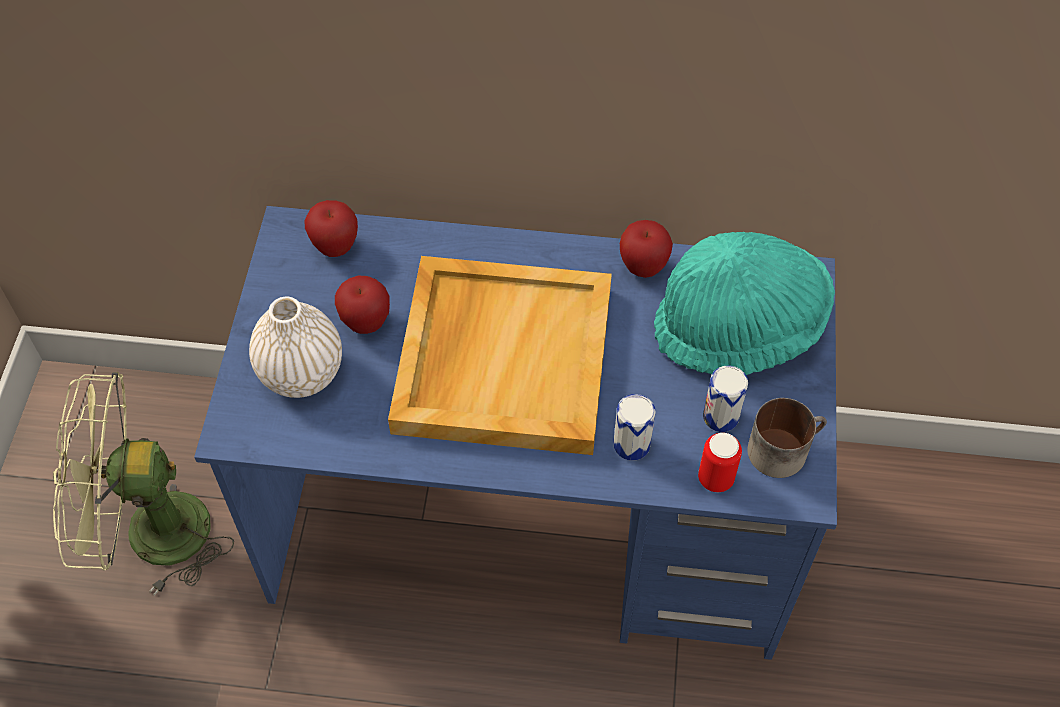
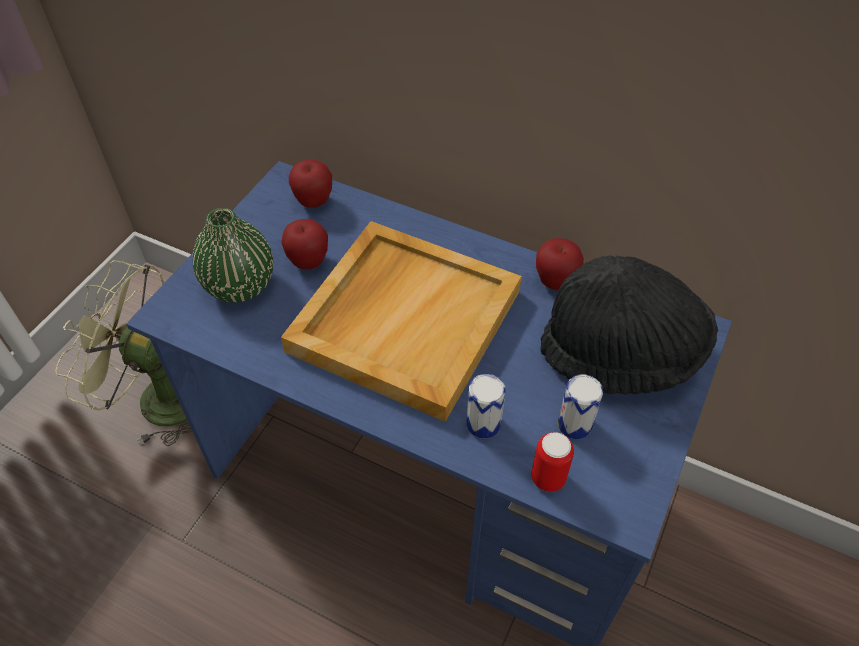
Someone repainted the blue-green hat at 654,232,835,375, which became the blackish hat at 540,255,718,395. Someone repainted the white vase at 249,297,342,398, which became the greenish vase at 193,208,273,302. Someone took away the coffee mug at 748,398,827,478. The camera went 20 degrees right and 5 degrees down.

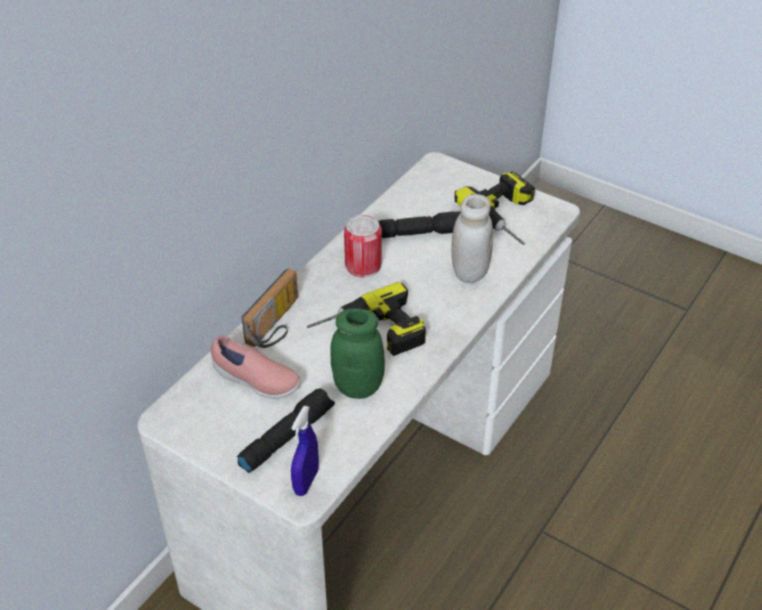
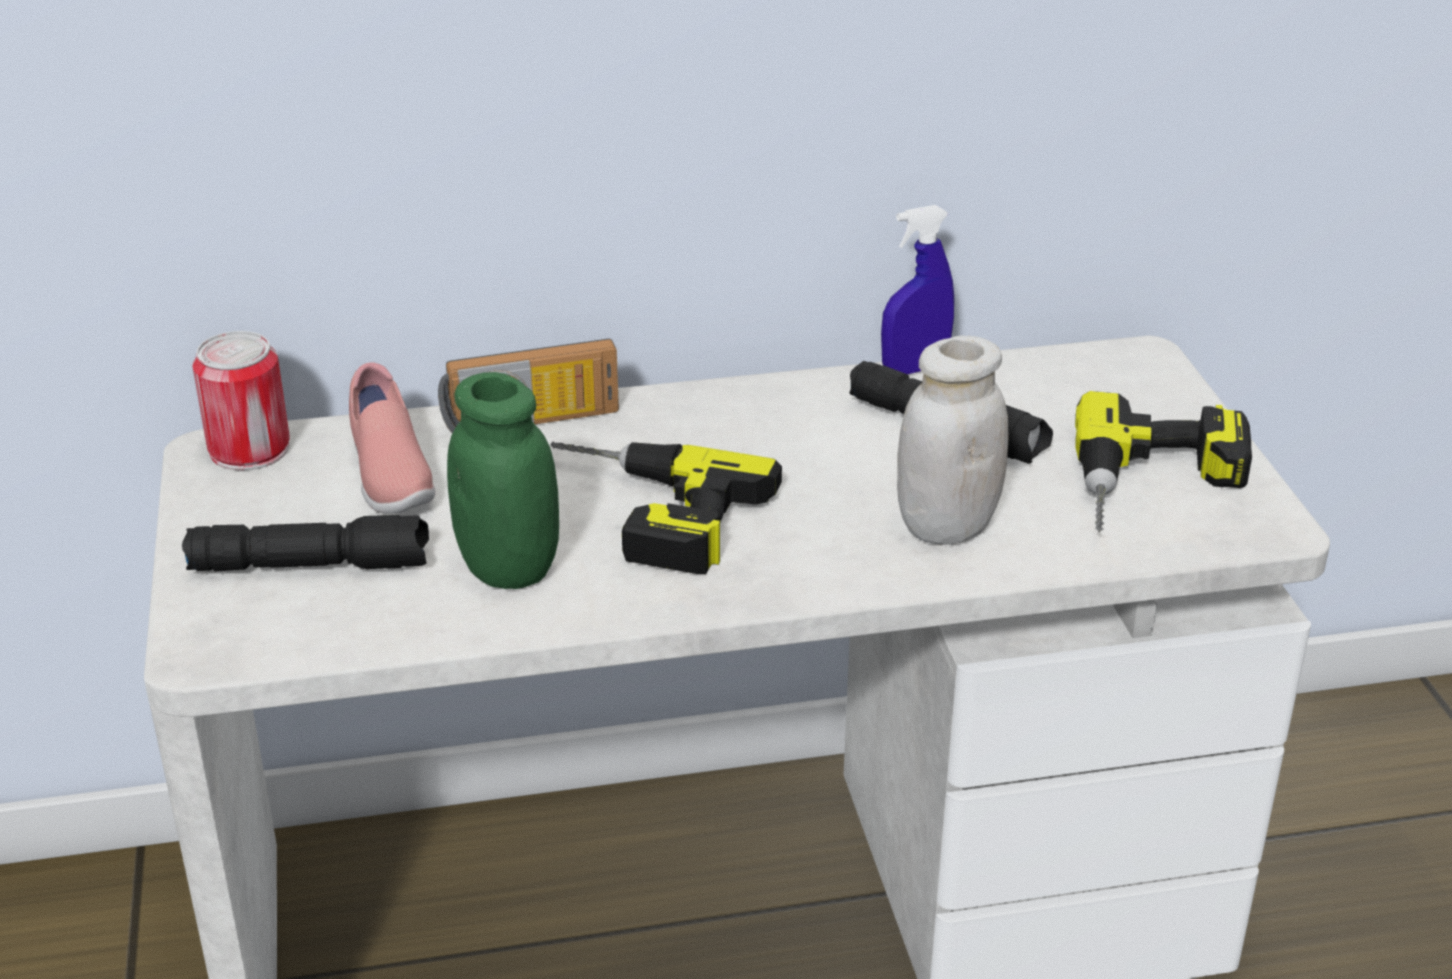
Someone carried the metal can from 344,215,382,277 to 192,331,290,471. Someone carried the blue sprayer from 291,406,319,496 to 881,205,954,375. The camera went 45 degrees right and 10 degrees down.

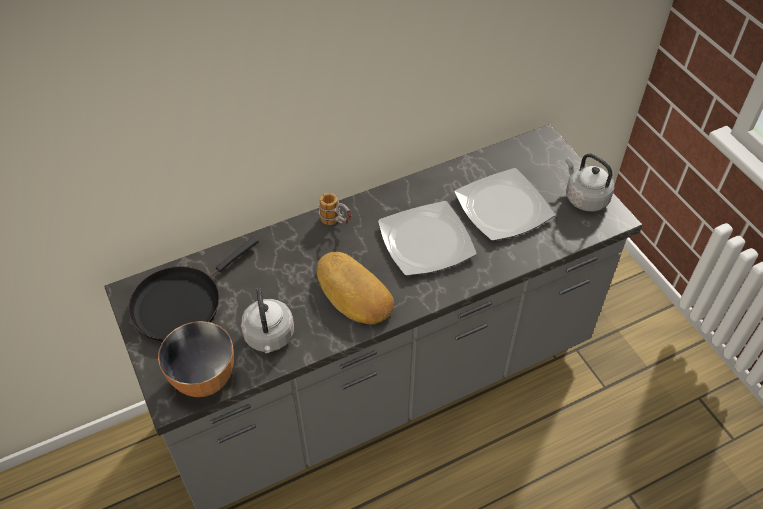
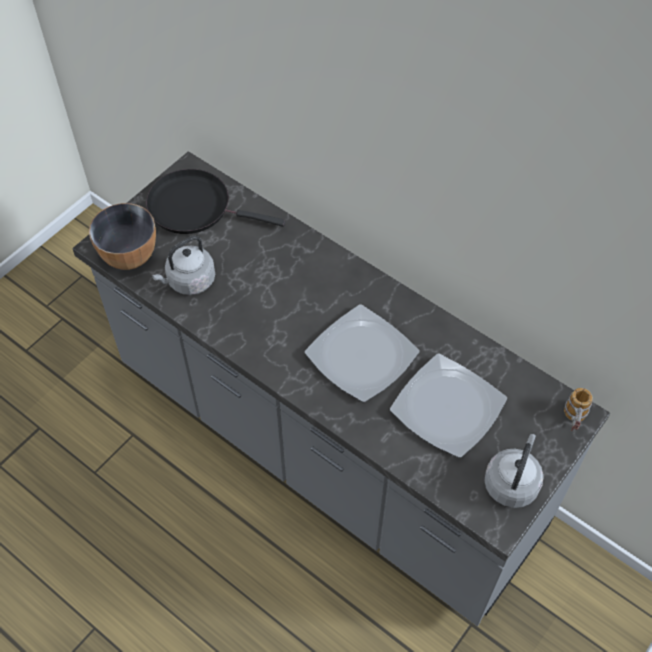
Someone carried the coffee mug from 319,193,351,225 to 564,388,593,431. Someone took away the bread at 316,252,394,324. The camera went 65 degrees right and 5 degrees up.

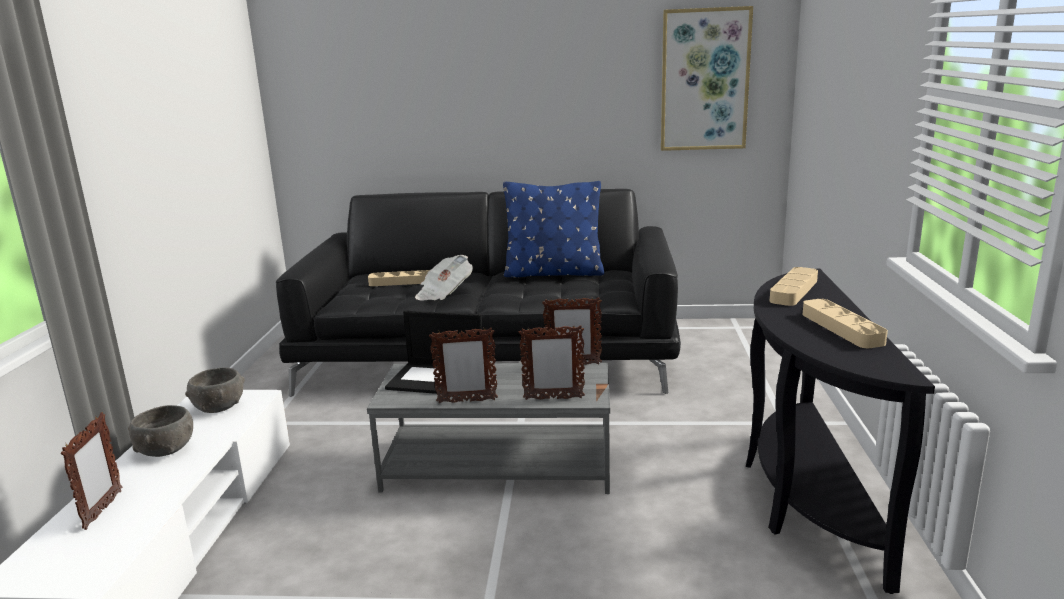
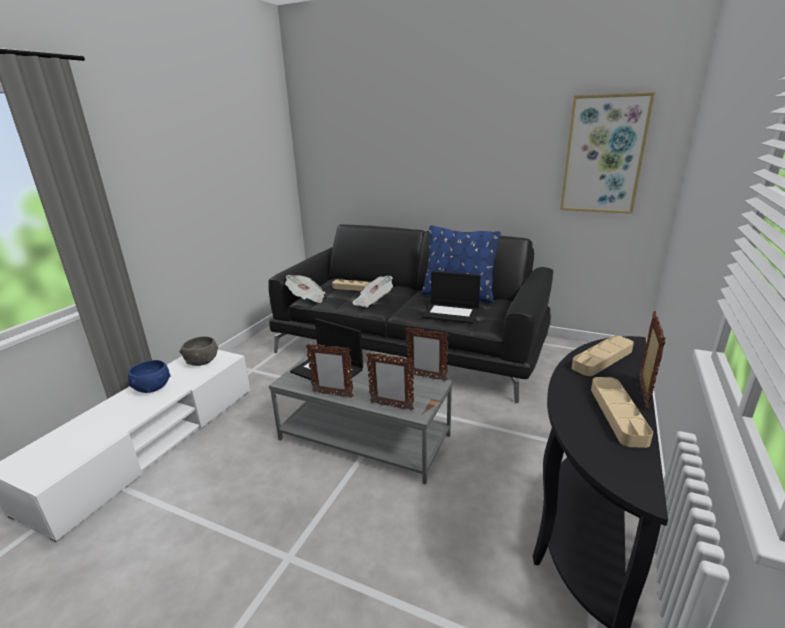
Someone repainted the gray serving bowl at 128,405,193,457, which became the blue serving bowl at 128,360,171,393. Someone carried the picture frame from 61,412,122,530 to 639,311,665,410. Someone put down the notebook computer at 422,271,481,324. Someone put down the newspaper at 285,275,326,303. The camera went 20 degrees right and 5 degrees up.

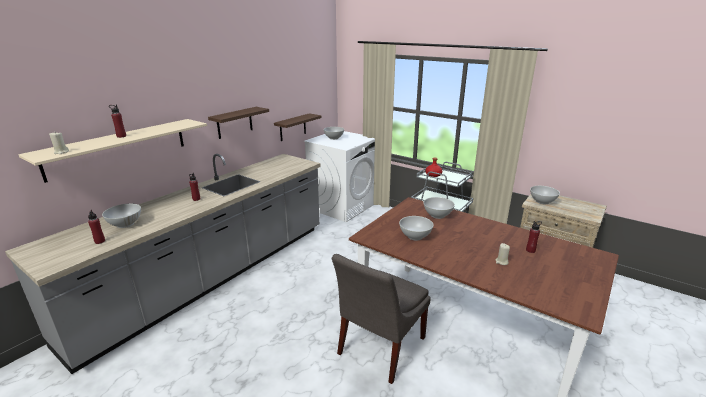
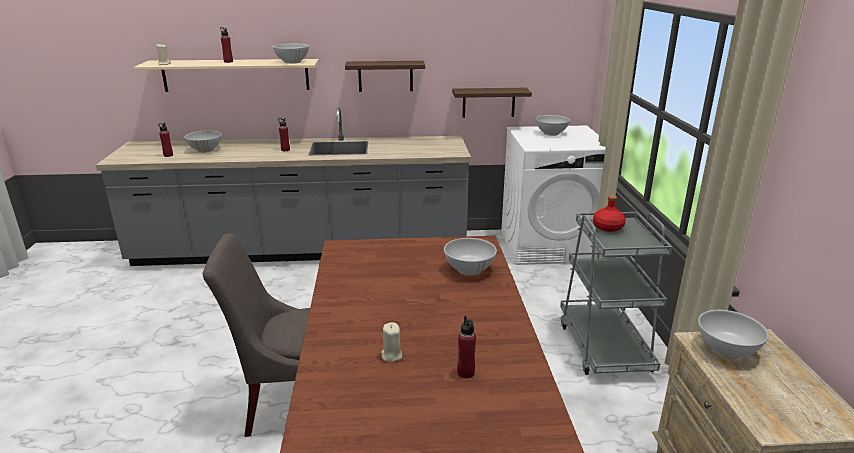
Someone carried the white serving bowl from 399,216,434,240 to 273,44,309,64. The camera went 50 degrees right and 0 degrees up.

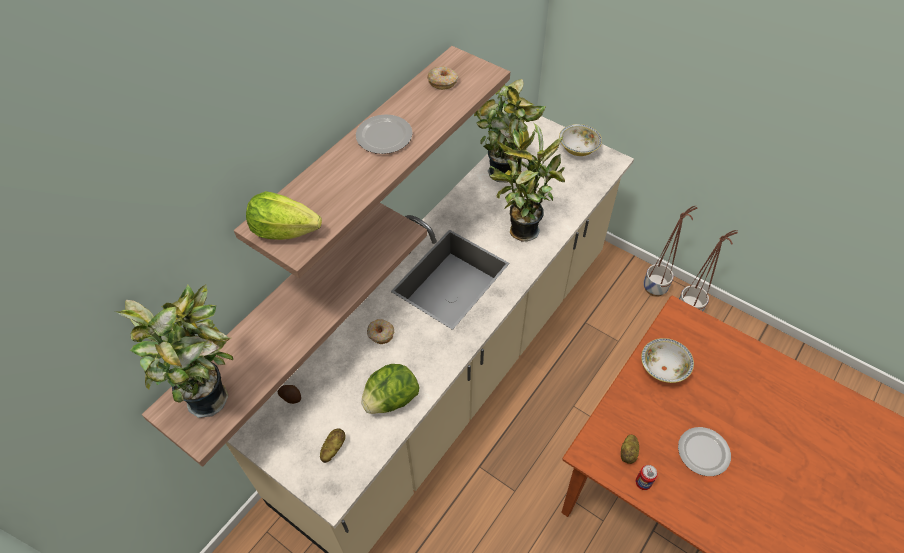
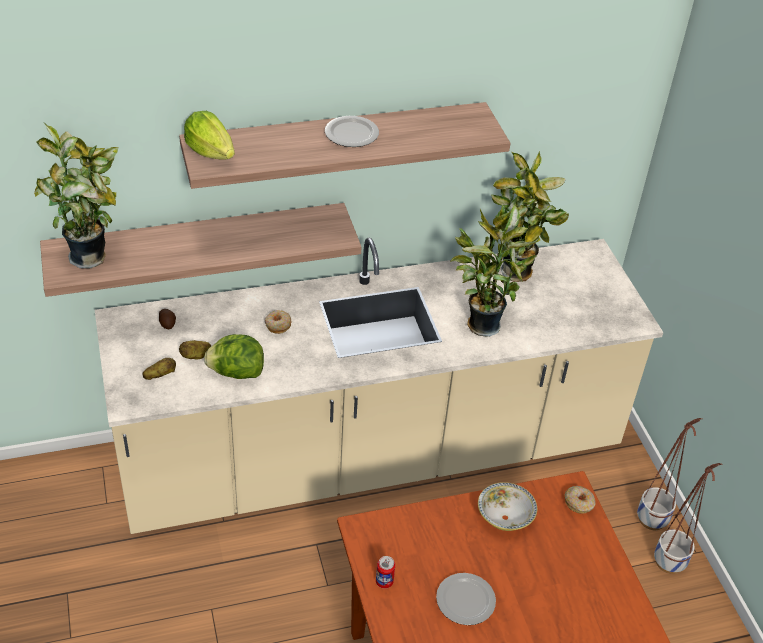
Someone carried the doughnut from 427,66,458,90 to 564,486,596,513. Someone took away the serving bowl at 559,124,602,156. Someone carried the potato from 621,435,639,464 to 179,340,211,360. The camera went 35 degrees right and 10 degrees down.

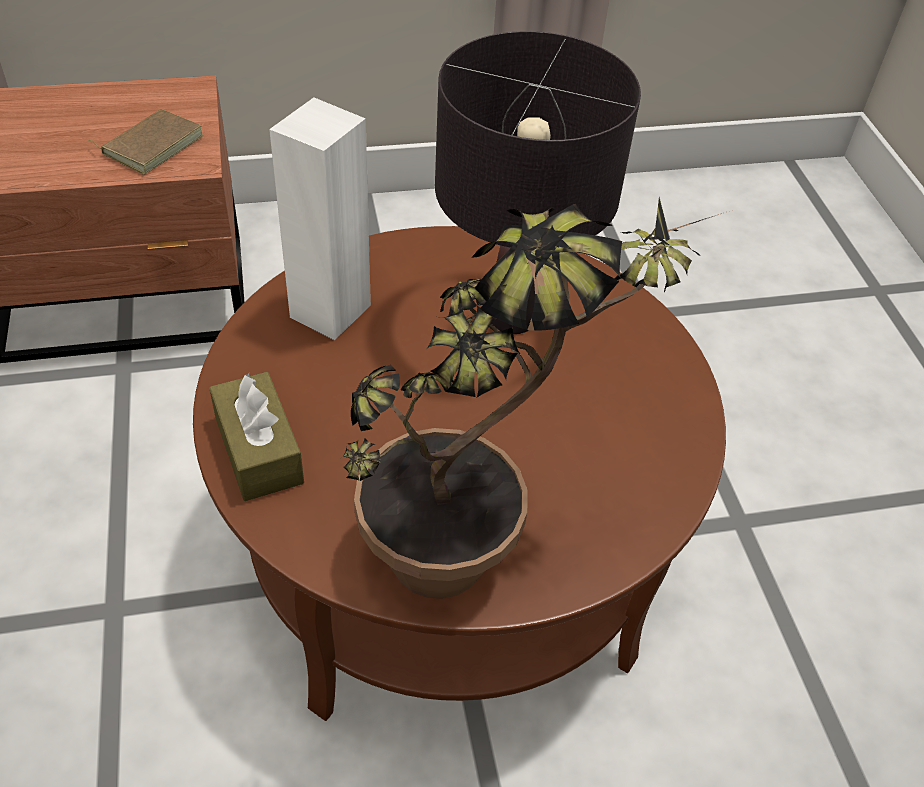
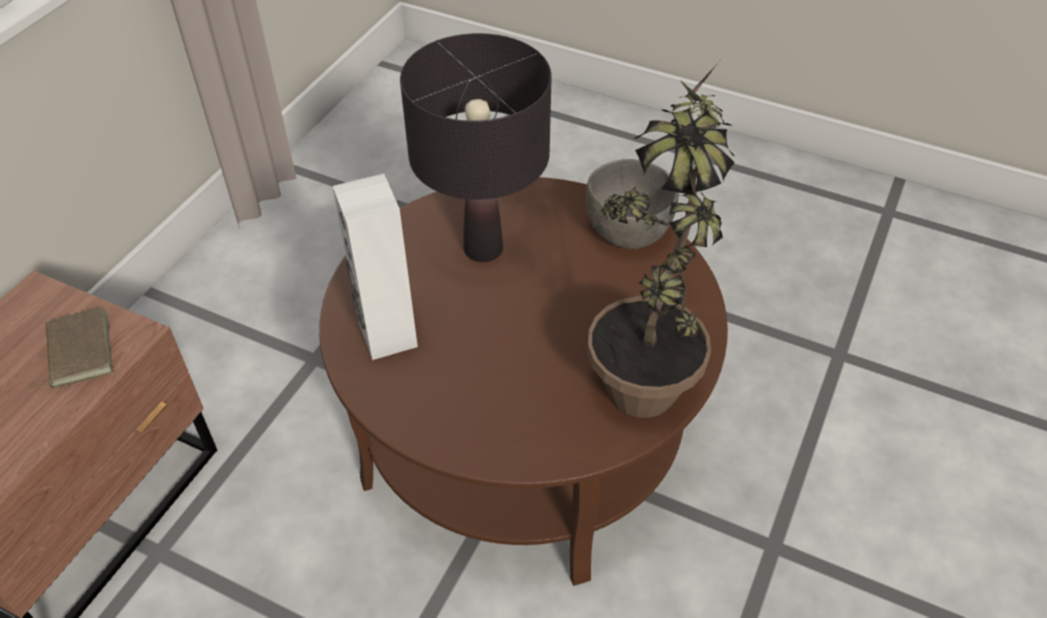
Someone took away the brown tissue box at 209,372,304,501. Someone put down the gray serving bowl at 586,159,678,249. The camera went 50 degrees left and 0 degrees up.

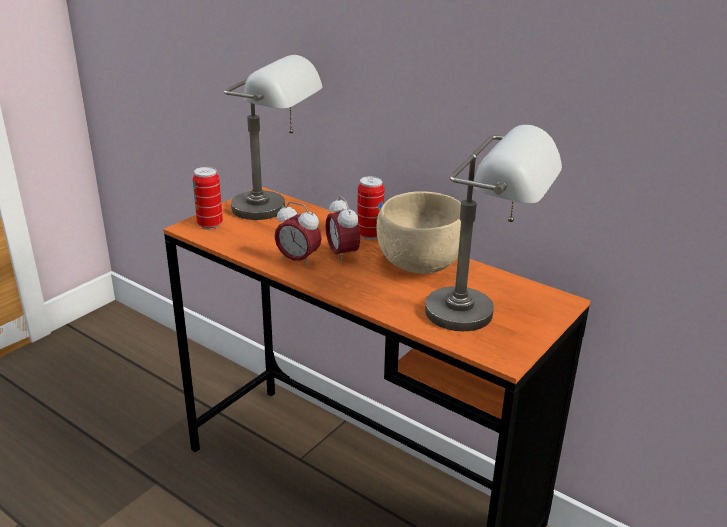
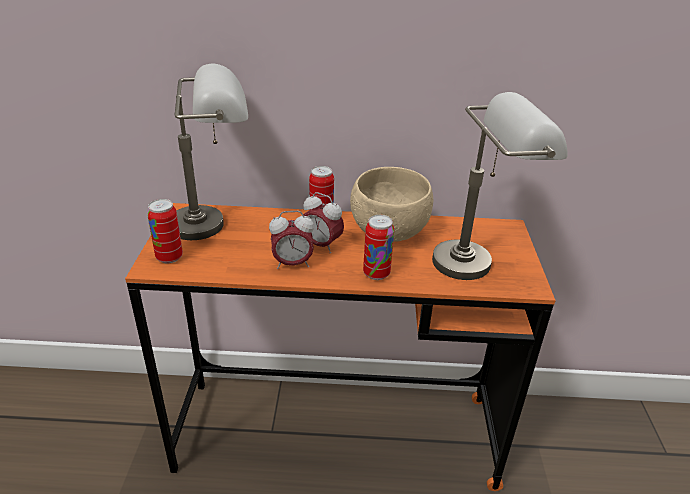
Someone put down the metal can at 363,215,394,280. The camera went 35 degrees left and 5 degrees up.

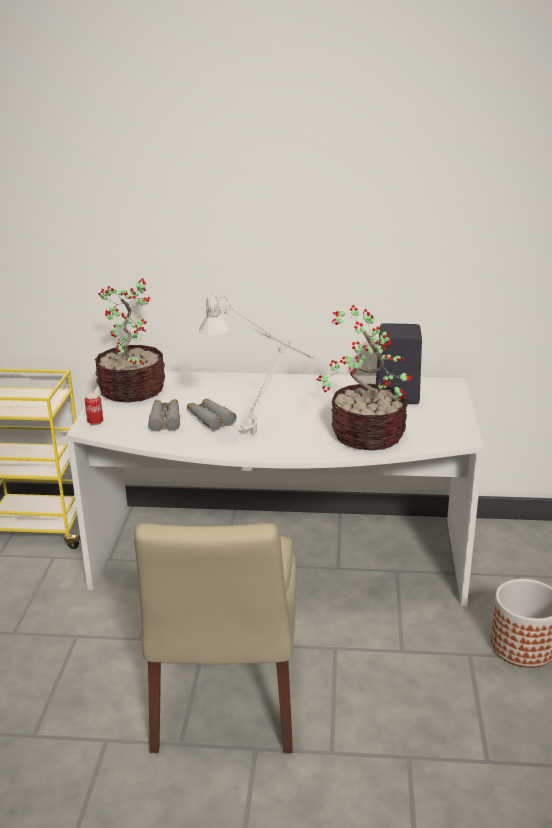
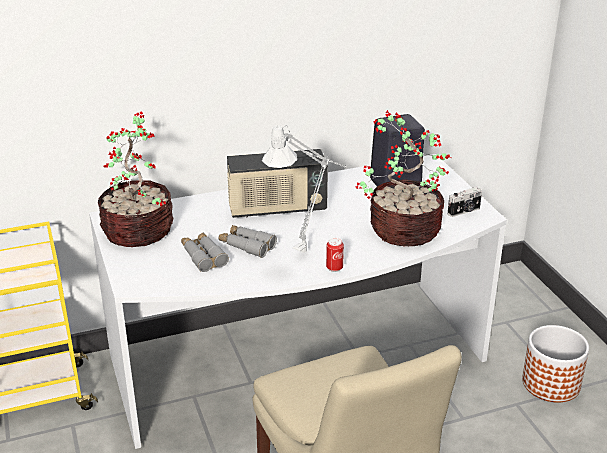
Someone carried the metal can from 85,393,103,425 to 326,238,344,272. Someone put down the radio set at 227,149,328,218. Someone put down the photo camera at 448,187,482,217. The camera went 25 degrees left and 5 degrees up.

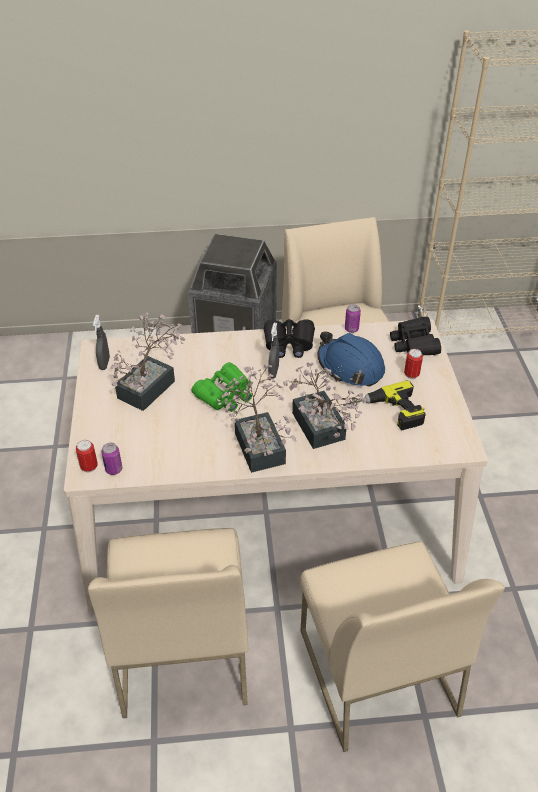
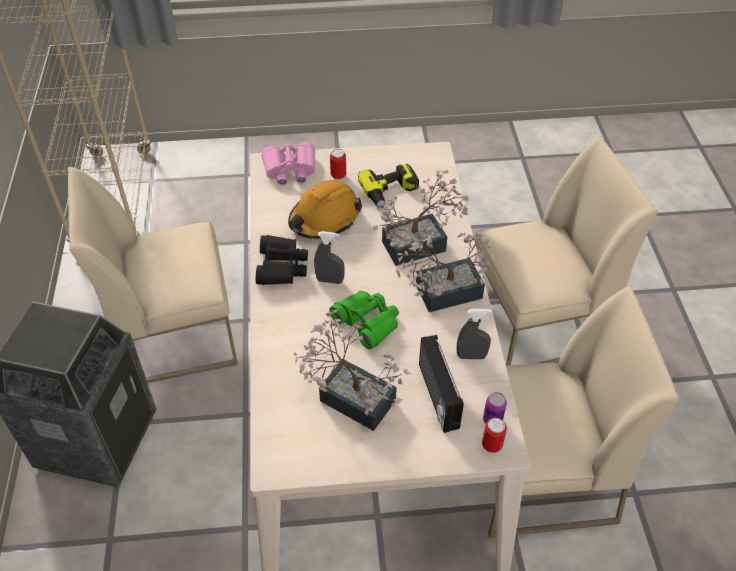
Someone took away the metal can at 345,304,361,333. Someone carried the gray sprayer from 93,315,110,370 to 457,309,492,359. Someone repainted the blackish binoculars at 390,317,441,355, which became the pink-coloured binoculars at 262,142,315,186. Someone repainted the blue hard hat at 318,331,385,387, which became the orangey hard hat at 288,180,362,239. Someone put down the radio set at 419,335,464,433. The camera went 90 degrees left and 5 degrees up.

